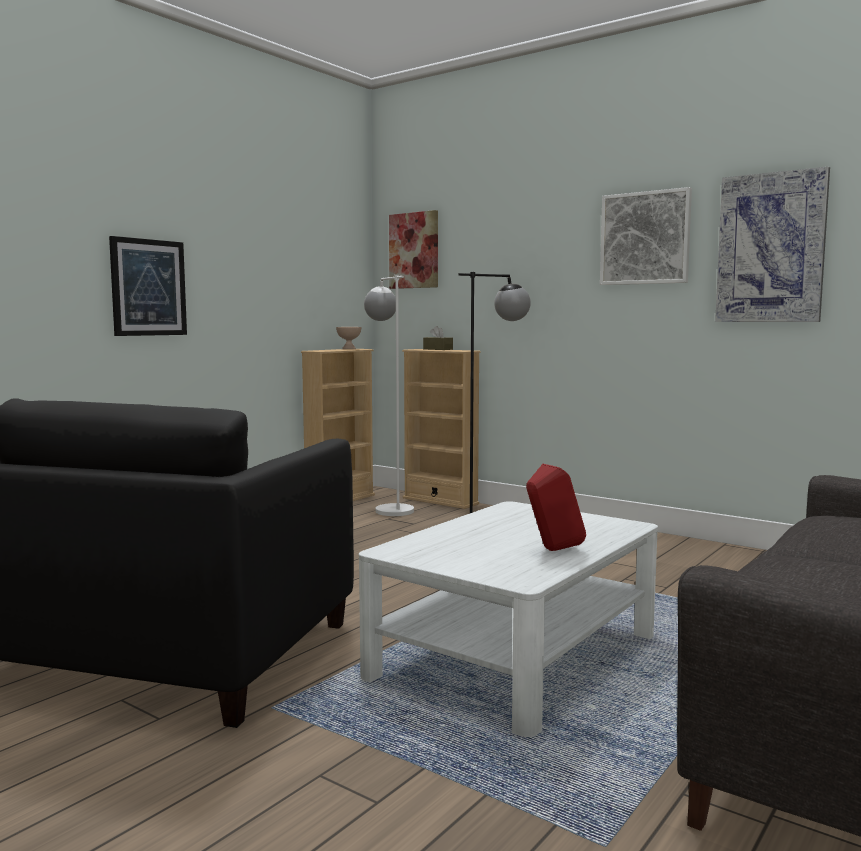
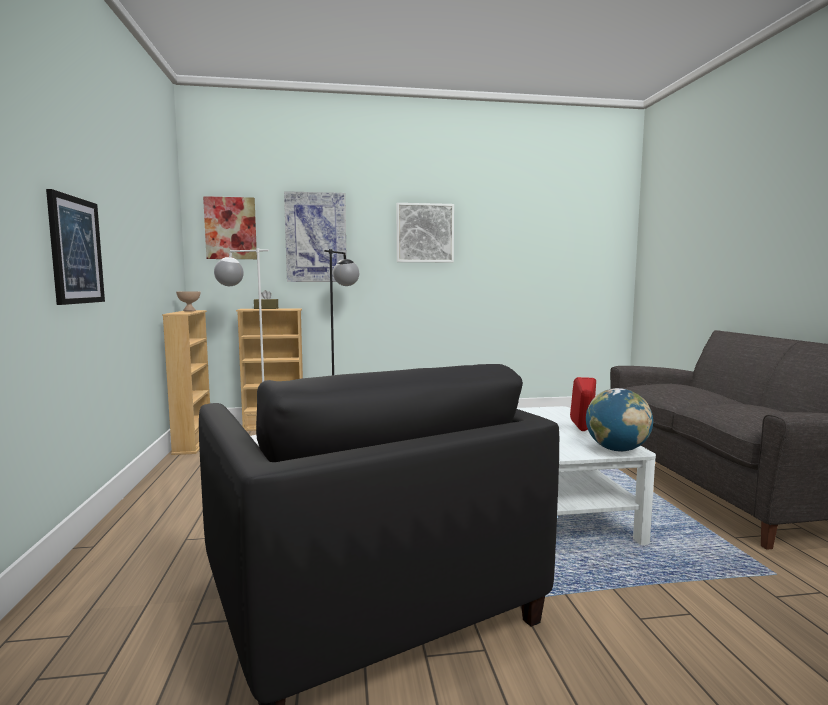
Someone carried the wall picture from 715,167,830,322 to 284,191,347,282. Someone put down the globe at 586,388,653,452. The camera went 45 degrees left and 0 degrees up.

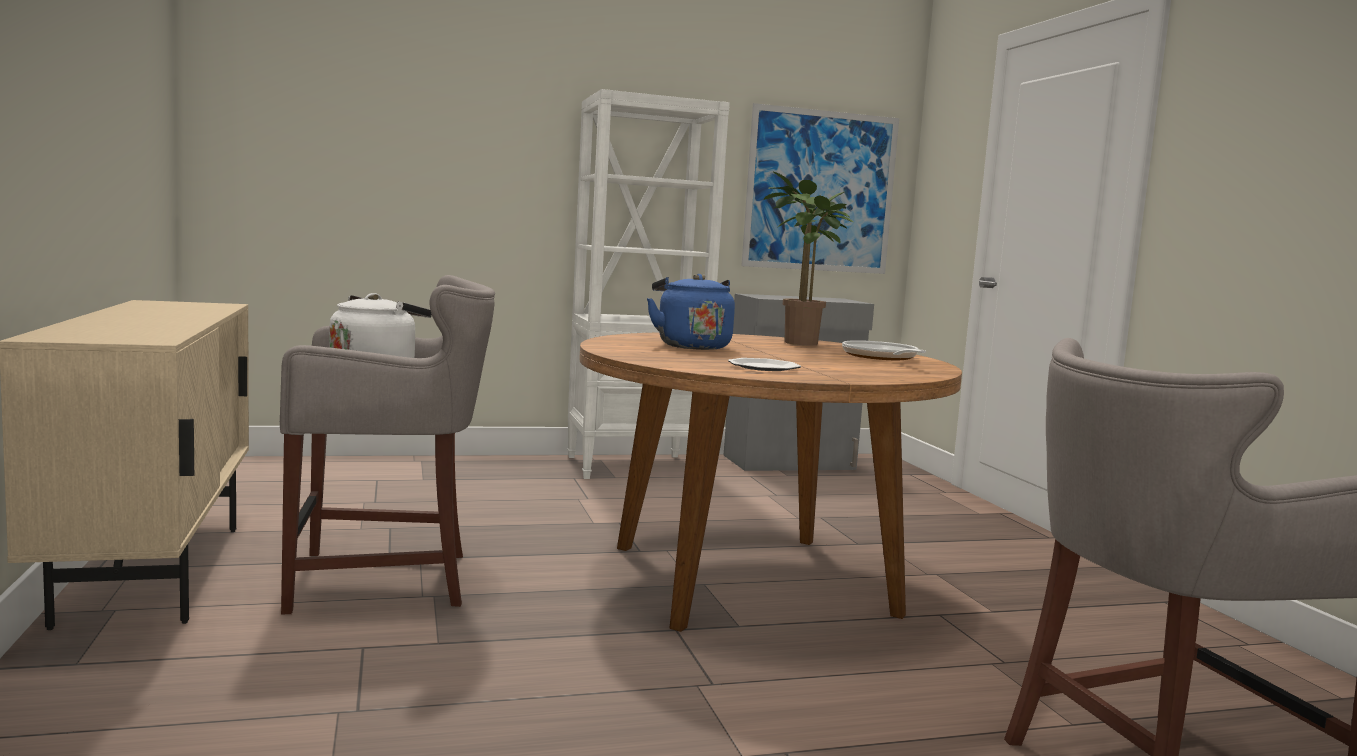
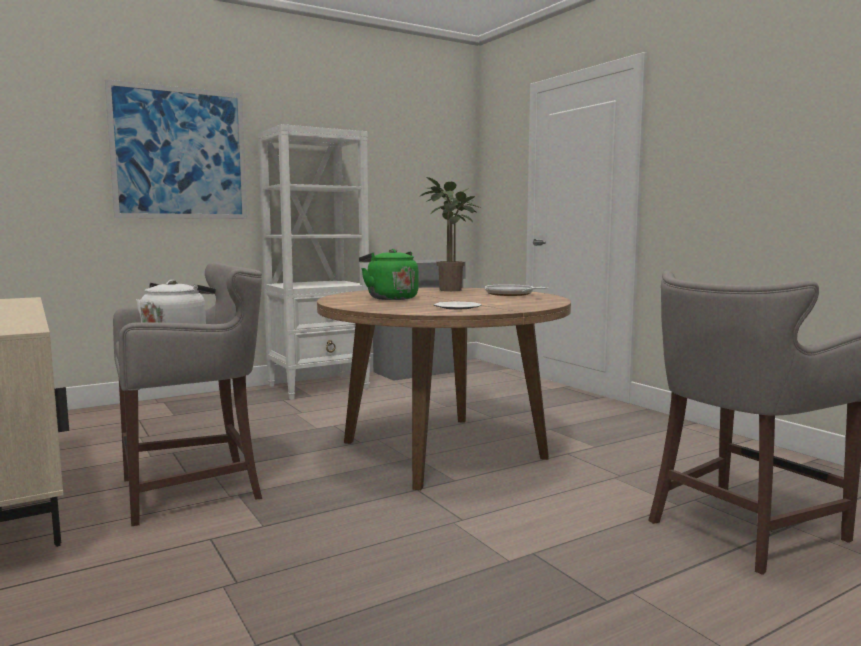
Someone carried the wall picture from 742,103,899,274 to 105,79,247,219. Someone repainted the blue kettle at 647,274,735,350, which became the greenish kettle at 359,249,419,300. The camera went 15 degrees left and 0 degrees up.

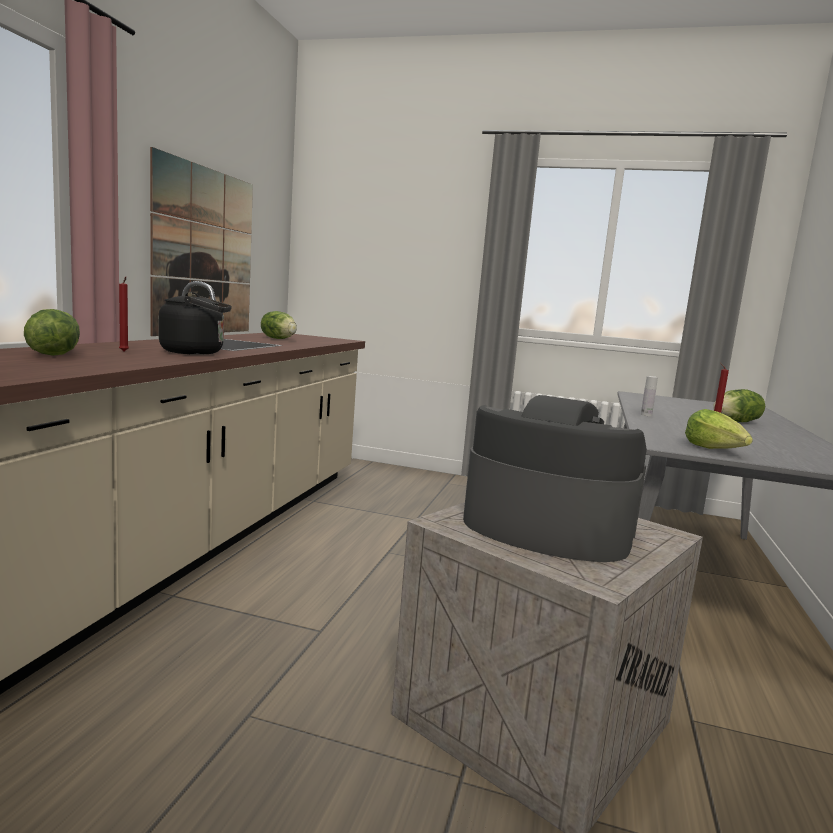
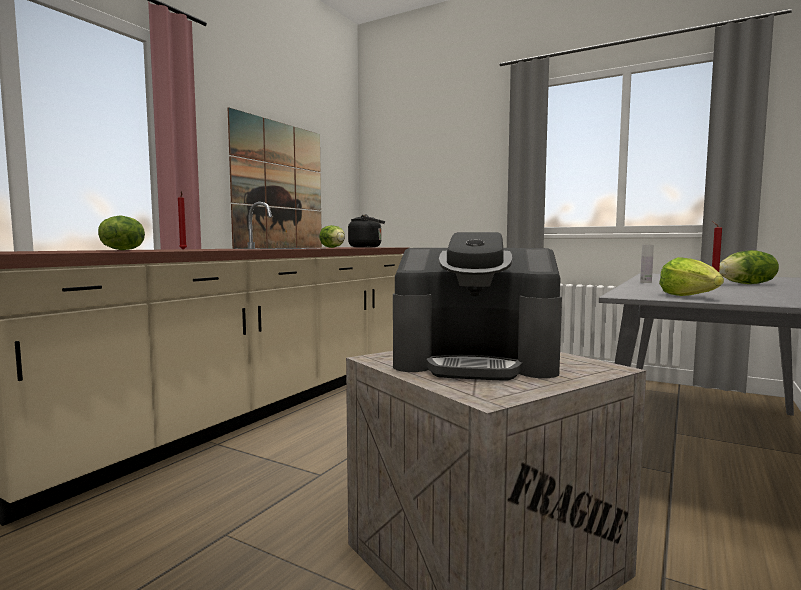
Someone carried the blackish kettle from 159,292,232,355 to 348,214,385,248. Someone rotated the coffee maker at 463,395,647,562 by 150 degrees clockwise. The camera went 15 degrees right and 5 degrees down.

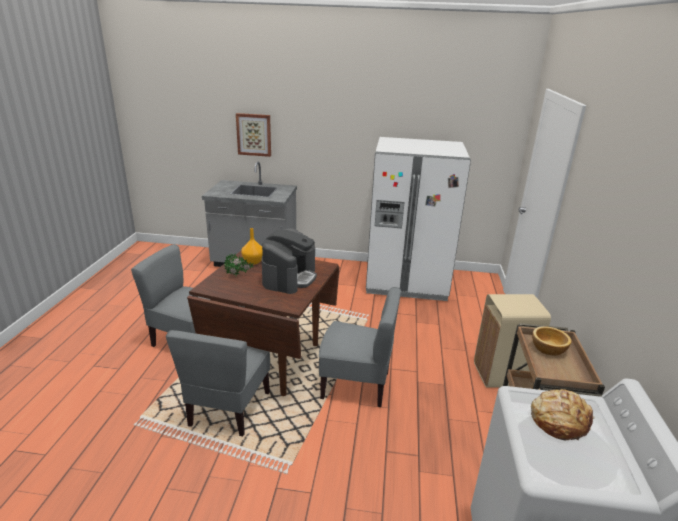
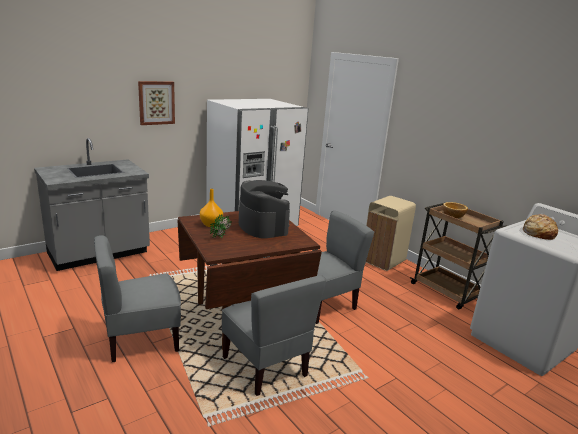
Someone carried the wall picture from 236,113,271,157 to 138,81,175,125. The camera went 45 degrees left and 5 degrees down.

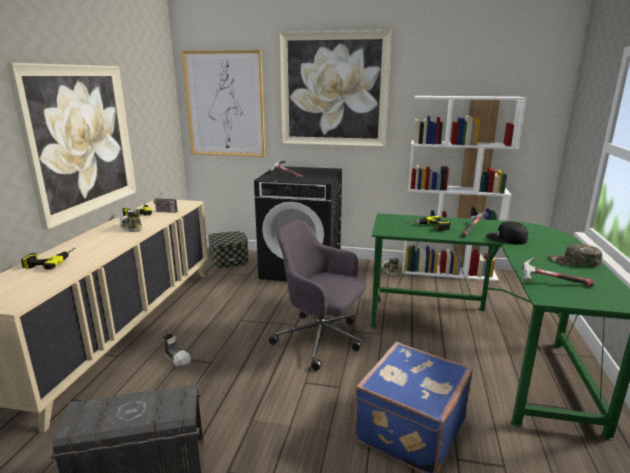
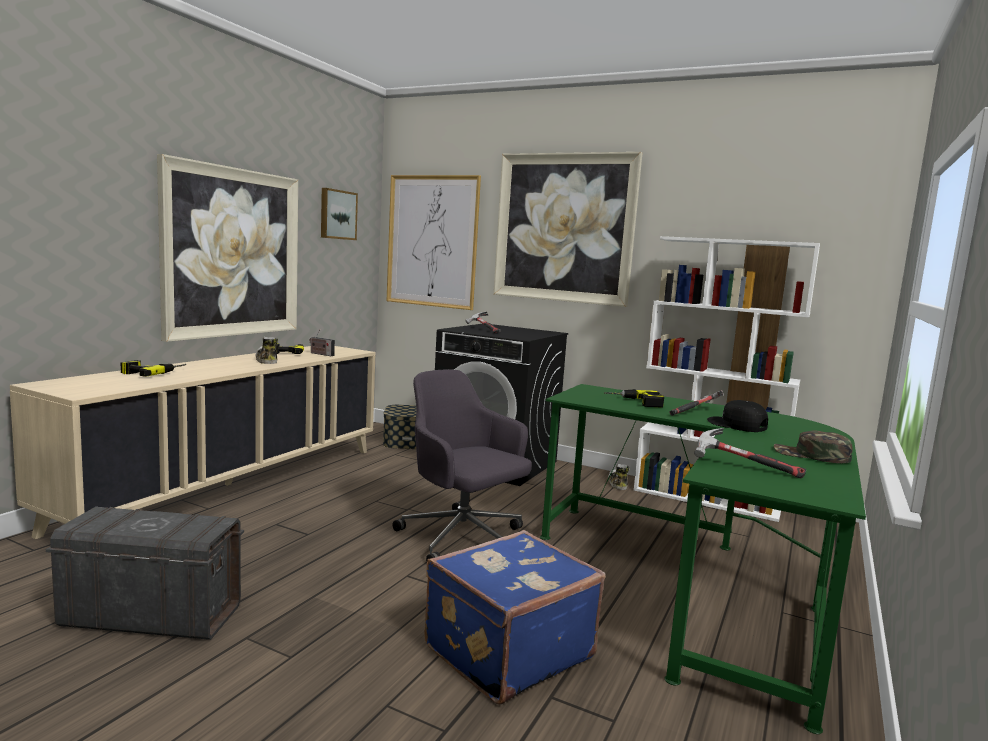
Someone took away the item of footwear at 162,334,191,368. Someone put up the wall picture at 321,188,358,240. The camera went 15 degrees right and 10 degrees down.

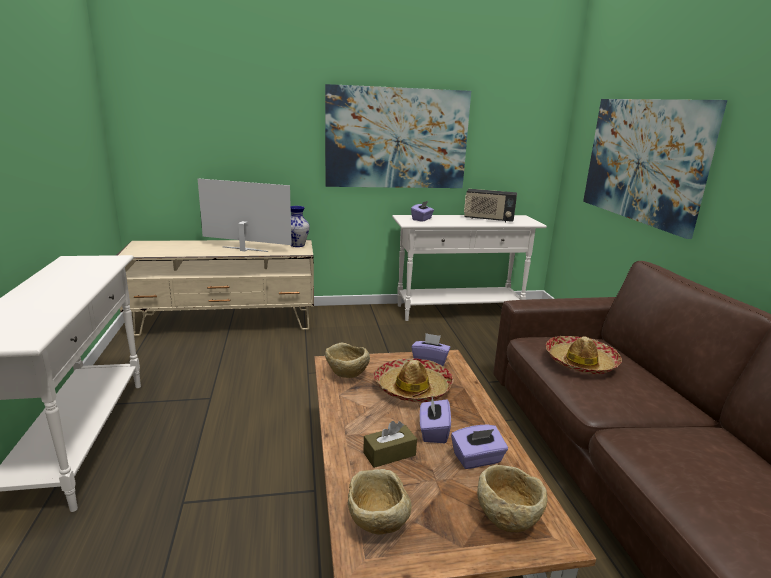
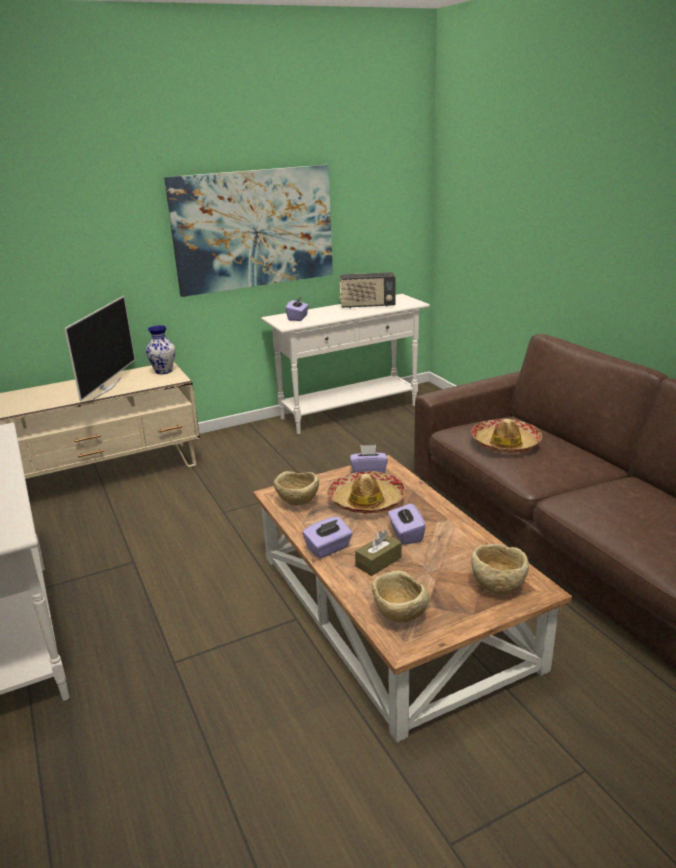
Someone took away the wall picture at 583,99,727,239. Someone rotated the TV set at 198,178,292,252 by 105 degrees clockwise. Someone carried the purplish tissue box from 451,424,508,469 to 302,517,353,558. The camera went 15 degrees left and 5 degrees up.

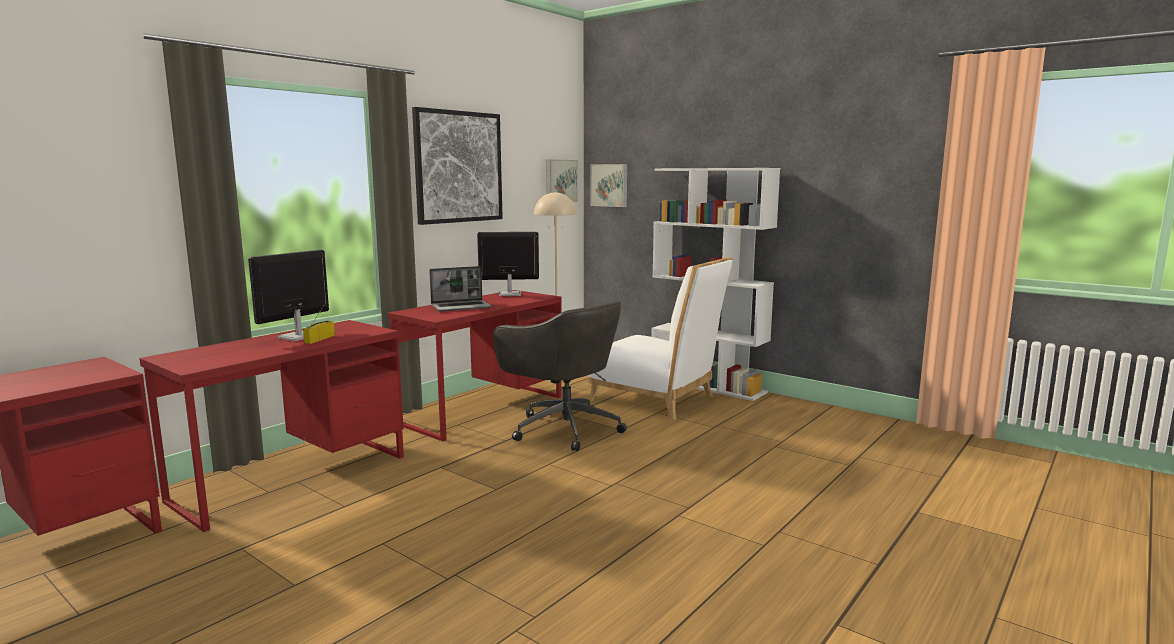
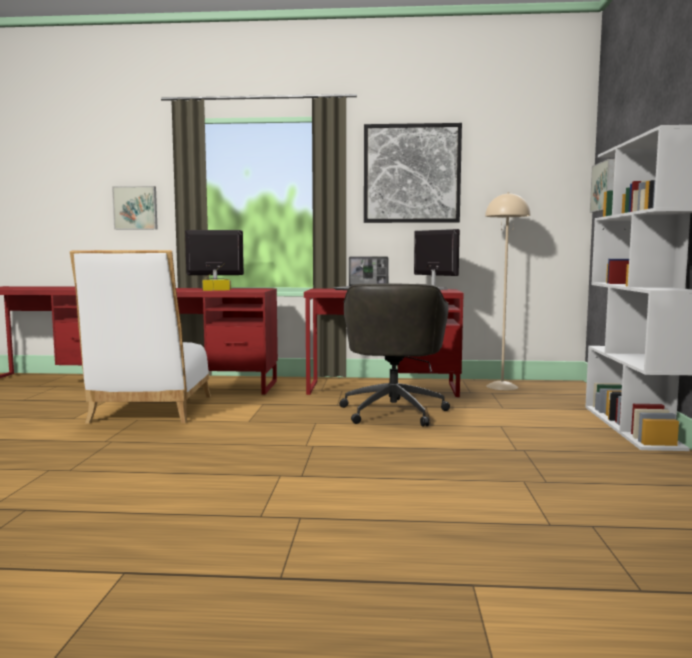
Someone carried the wall picture from 546,159,578,202 to 112,186,158,230. Someone carried the white upright chair from 588,257,733,420 to 70,250,211,423. The camera went 55 degrees right and 5 degrees down.

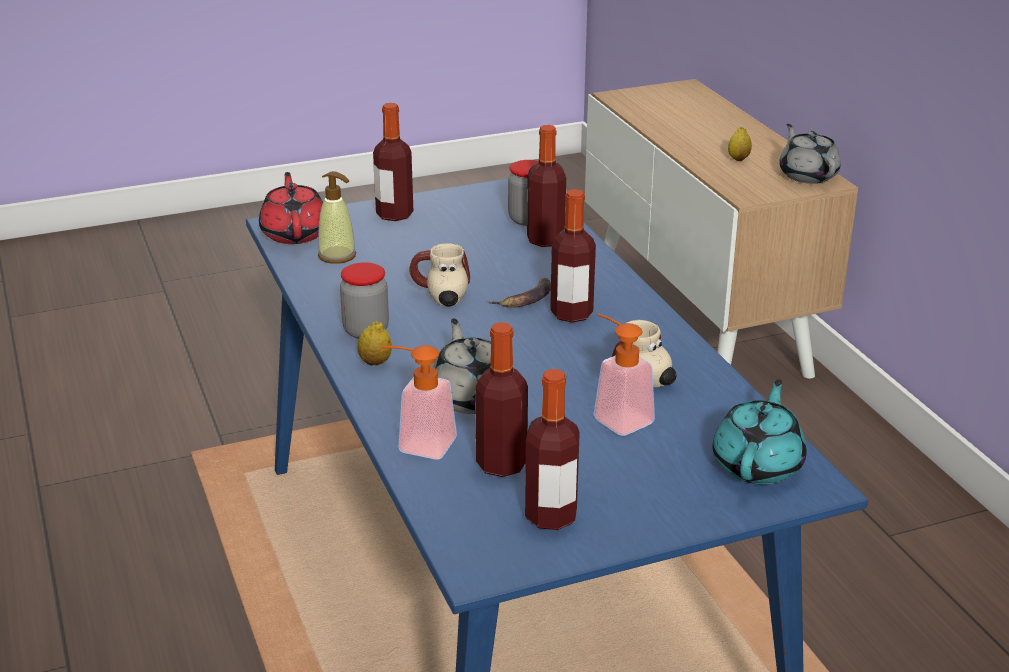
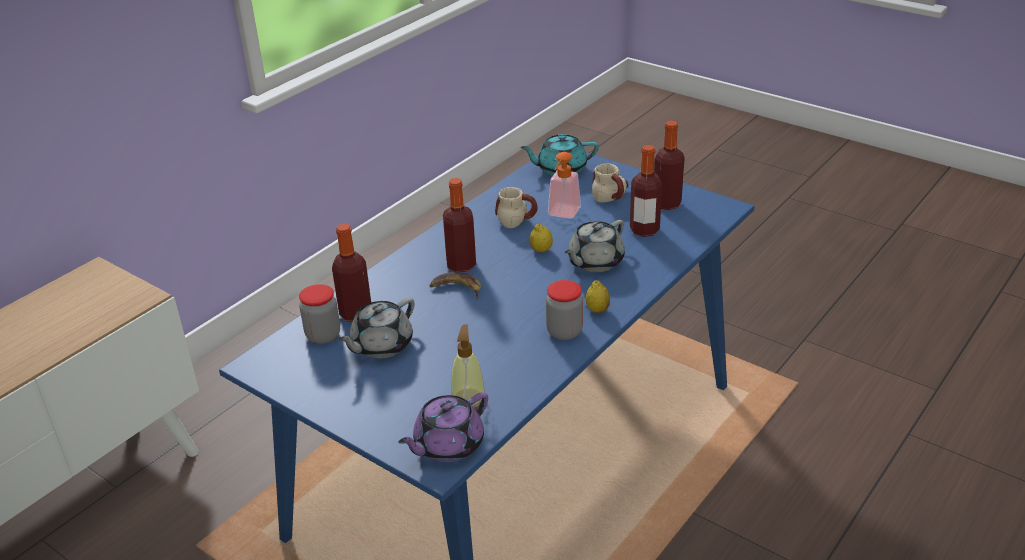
Someone took away the drink bottle at 373,103,413,221. Someone carried the gray teapot from 779,124,841,184 to 338,298,415,358. Someone carried the whole lemon from 728,127,752,161 to 530,224,553,252. Someone repainted the red-coloured teapot at 259,172,323,244, which became the purplish teapot at 398,392,488,462. Someone carried the coffee mug from 409,243,470,307 to 592,163,629,202. Someone took away the liquid soap bottle at 381,345,457,460. The camera went 120 degrees left and 5 degrees up.

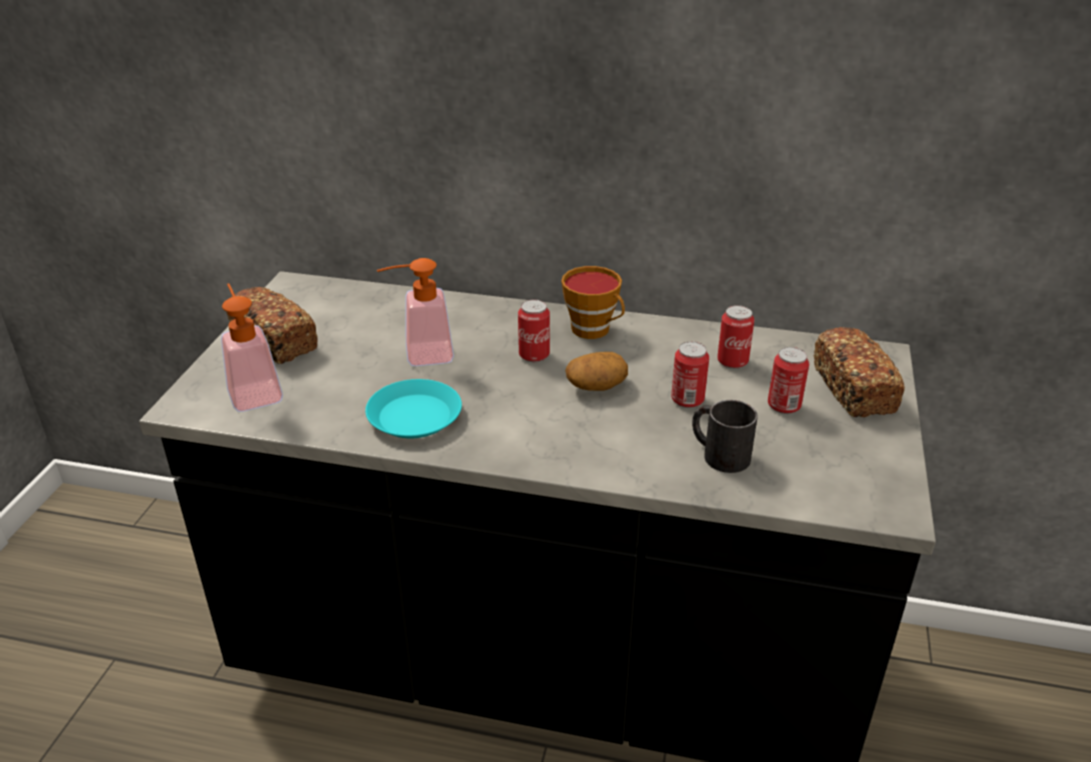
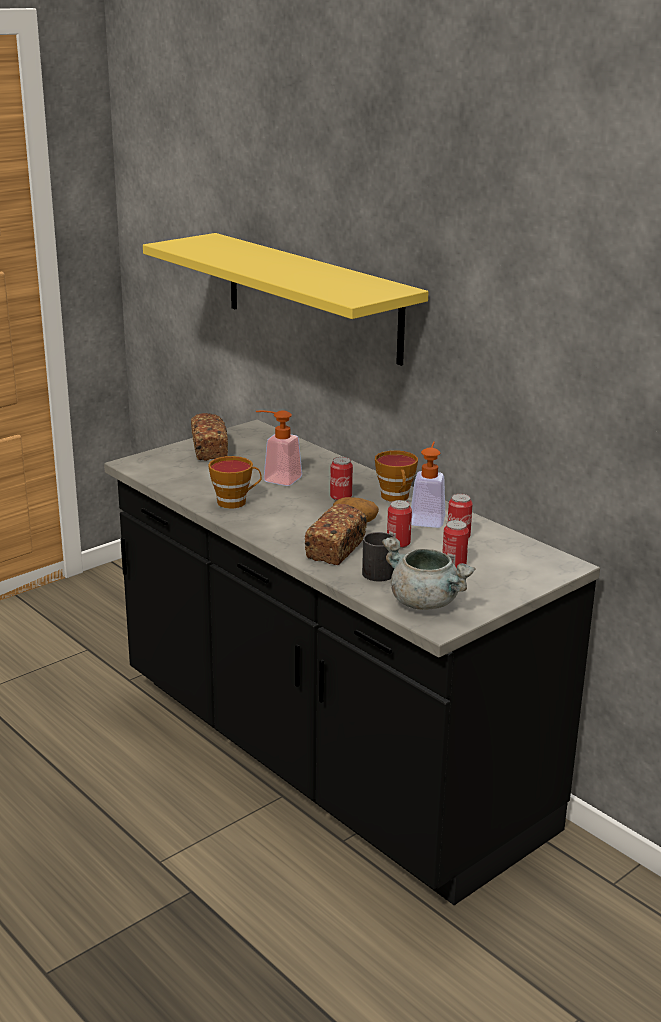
Someone carried the liquid soap bottle from 221,283,283,412 to 411,442,445,528. Someone carried the bread from 814,327,905,417 to 305,504,367,565. Someone swapped the blue-green dinner plate at 365,379,462,438 for the drinking cup at 208,456,262,509. Someone put up the yellowish wall shelf at 143,233,428,366. Someone put down the gray stockpot at 382,537,476,610. The camera went 35 degrees right and 10 degrees down.

